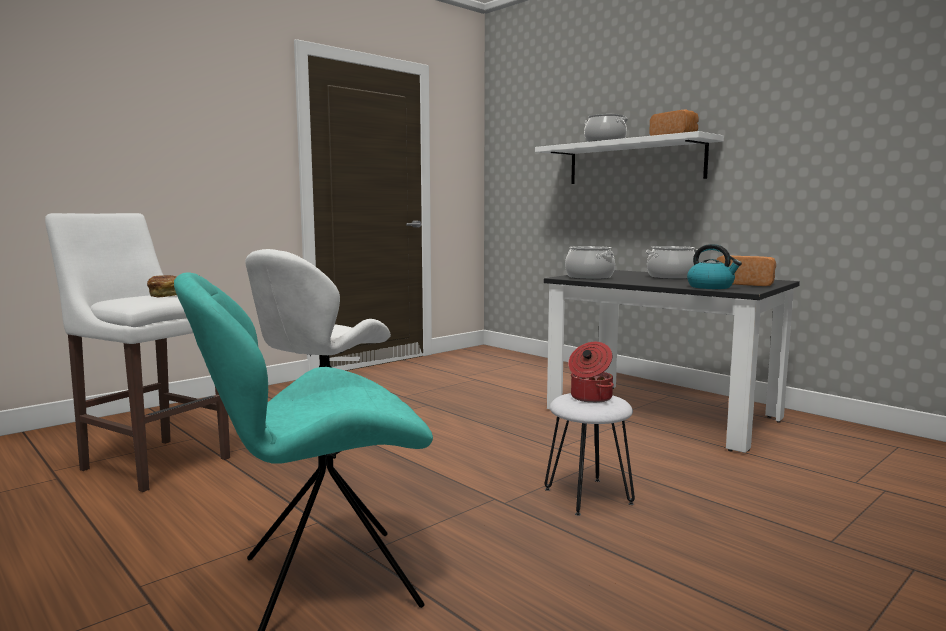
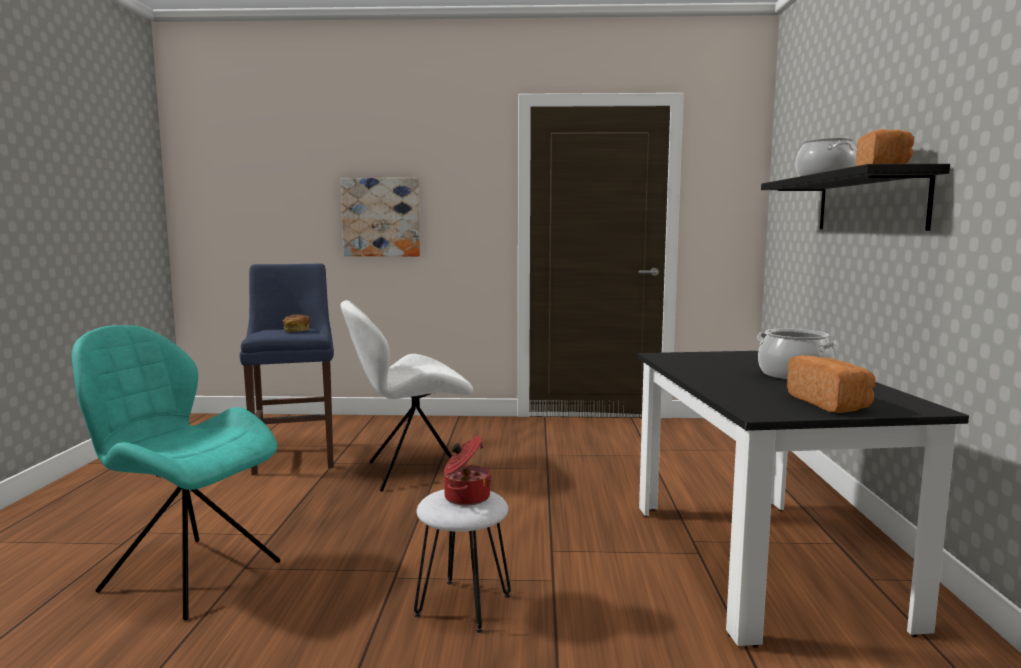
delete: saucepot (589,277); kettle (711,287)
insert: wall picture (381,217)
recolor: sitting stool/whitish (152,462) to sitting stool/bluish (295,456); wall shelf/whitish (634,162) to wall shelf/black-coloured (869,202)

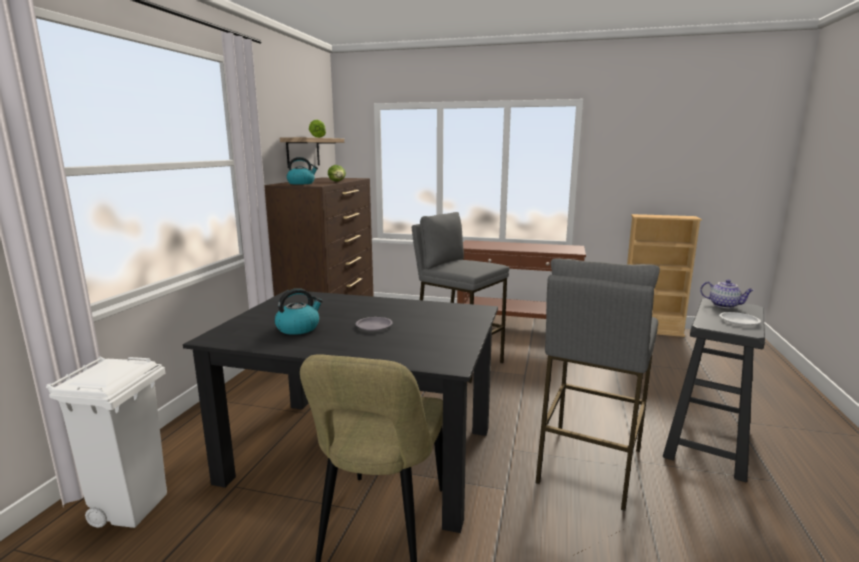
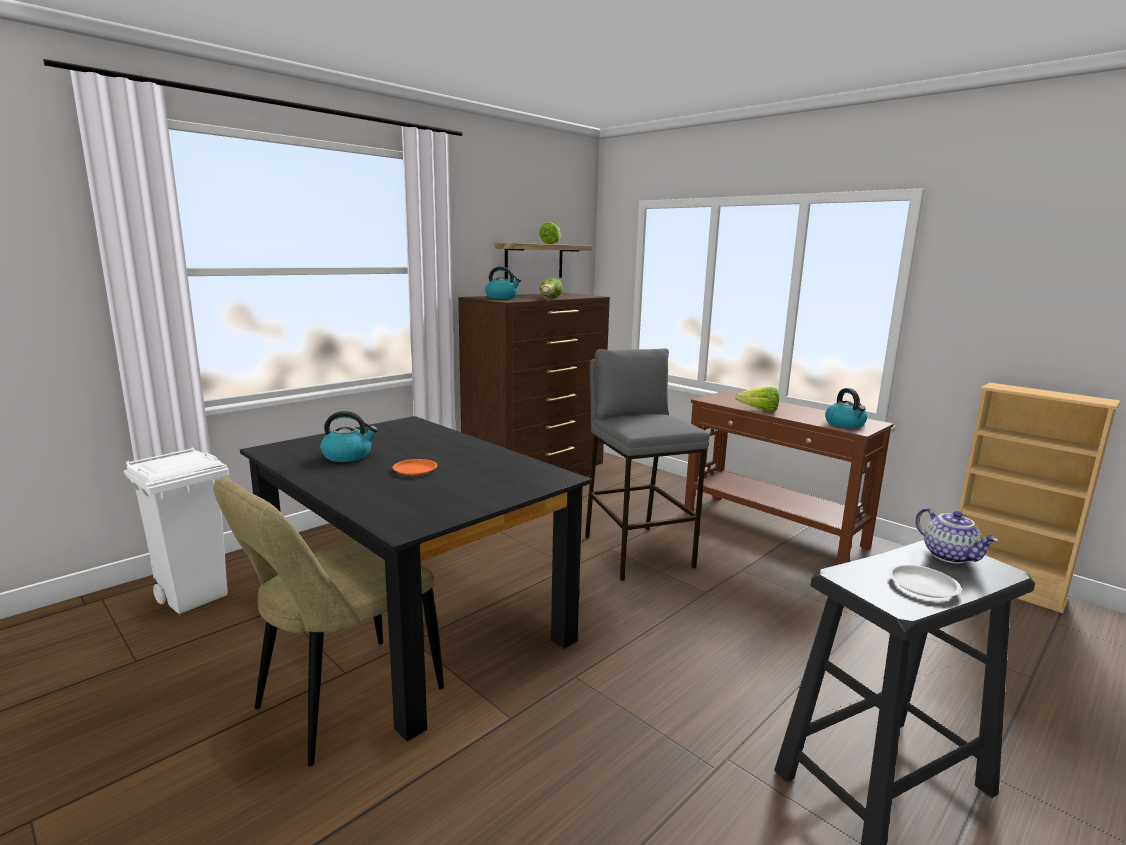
delete: sitting stool/greyish (588,465)
insert: head of lettuce (759,411); kettle (845,424)
recolor: flat dish/greyish (374,326) to flat dish/orangey (415,470)

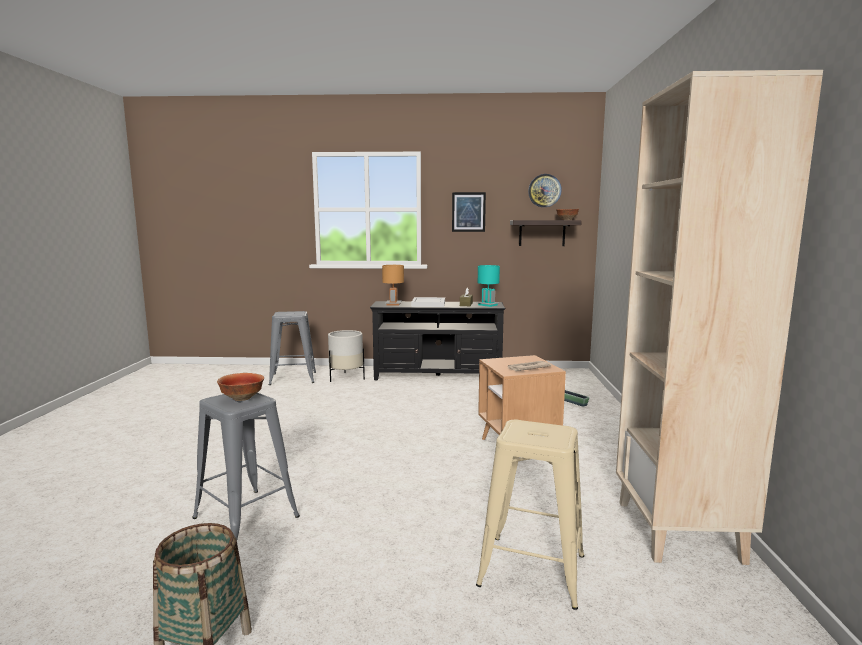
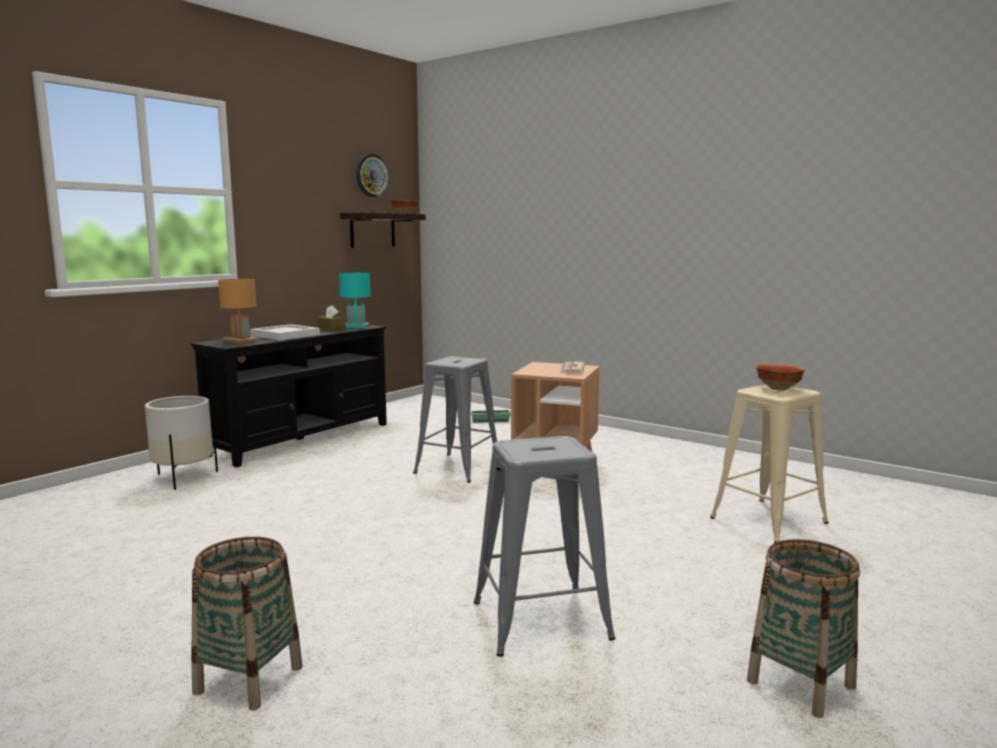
delete: wall picture (468,212); bookcase/beige-coloured (679,531)
insert: household basket (248,680)
move: serving bowl (242,398) to (777,388); sitting stool/greyish (293,378) to (458,468)

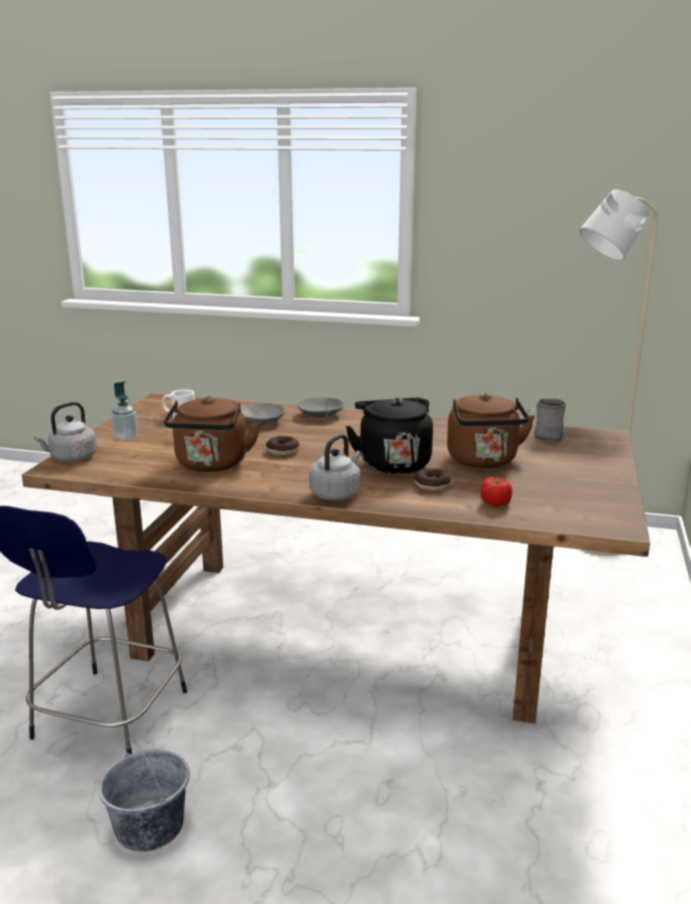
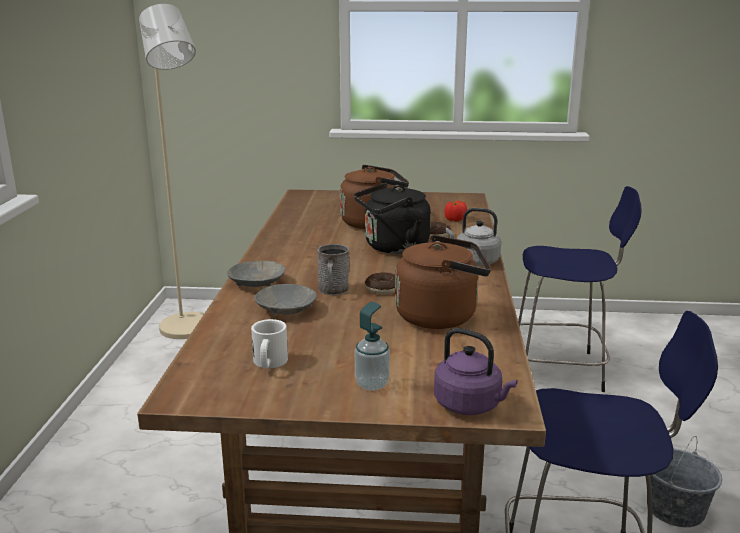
insert: sitting stool/bluish (560,370)
move: coffee mug/greyish (543,437) to (333,291)
recolor: kettle/greyish (71,458) to kettle/purple (470,405)

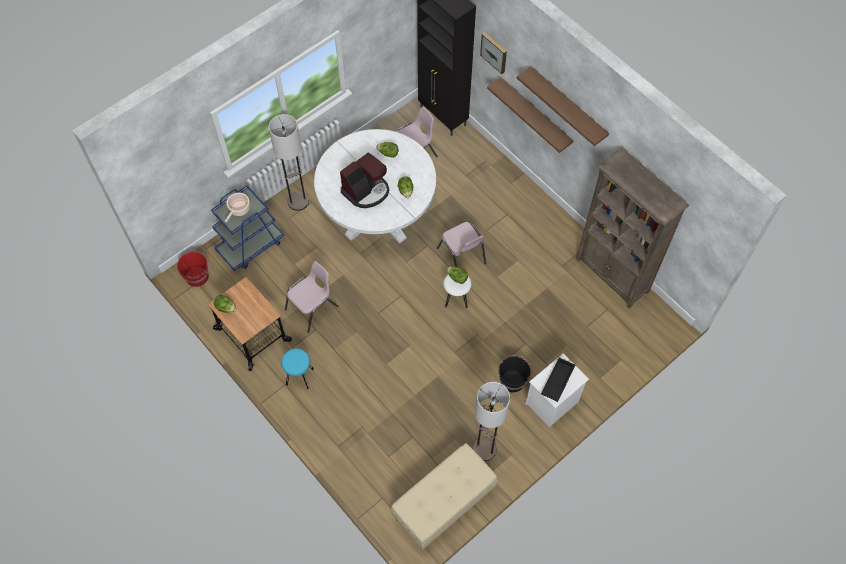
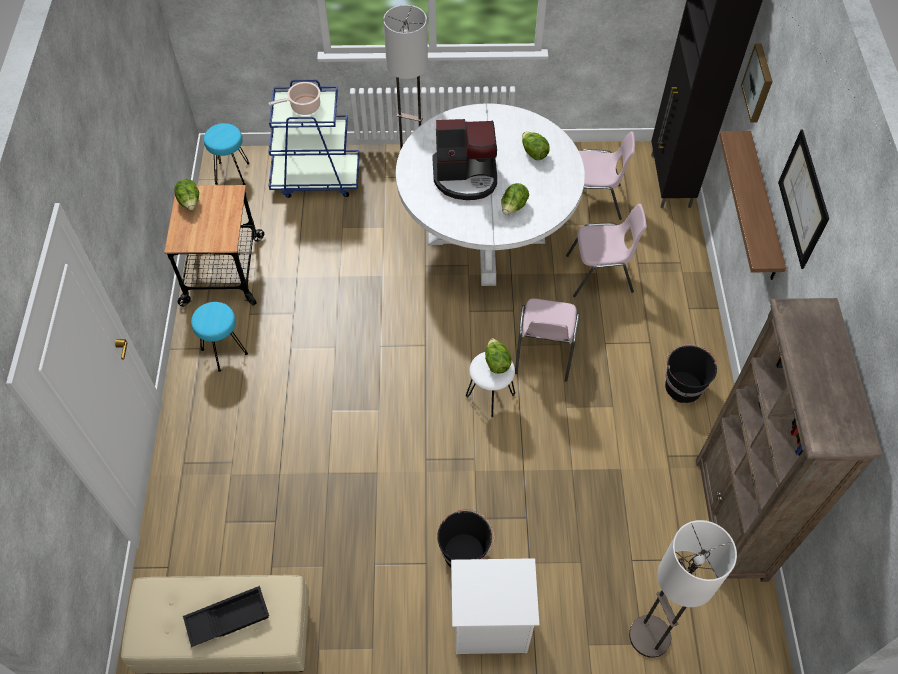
insert: bucket/black-coloured (683,386)
move: upright chair/pink-coloured (313,308) to (600,274); standard lamp (484,449) to (649,636); carrying tray/black-coloured (557,380) to (228,617)
replace: bucket/red (197,276) to sitting stool/turquoise-coloured (232,173); wall shelf (567,106) to wall picture (803,199)

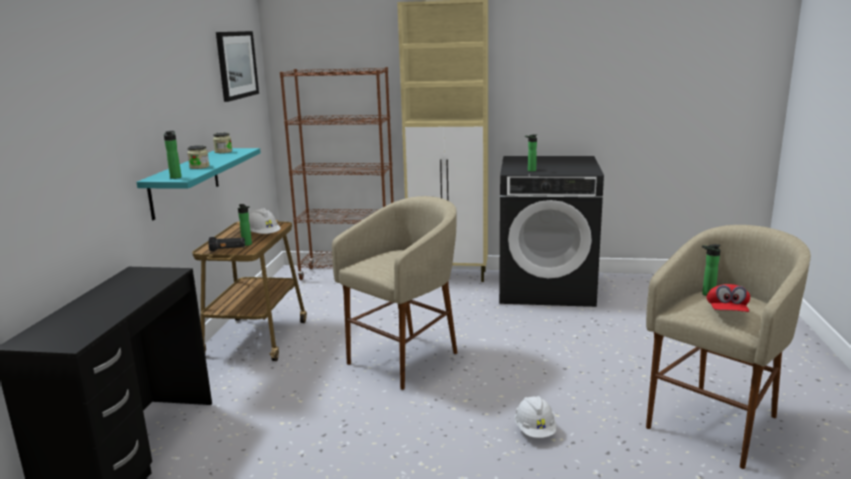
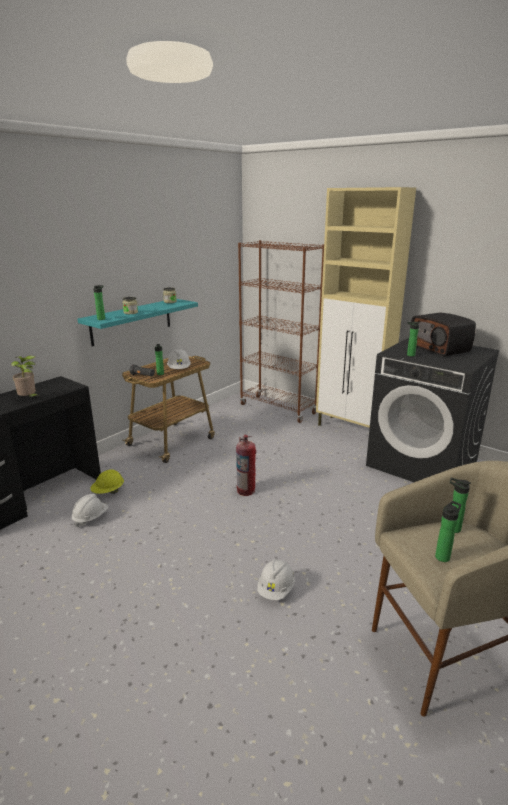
delete: wall picture (236,65)
insert: potted plant (29,399); work helmet/whitish (90,518); work helmet/yellow-coloured (108,492); radio receiver (440,349)
replace: sitting stool/beige-coloured (405,359) to extinguisher (246,490); peaked cap/red (726,312) to beverage bottle (443,556)

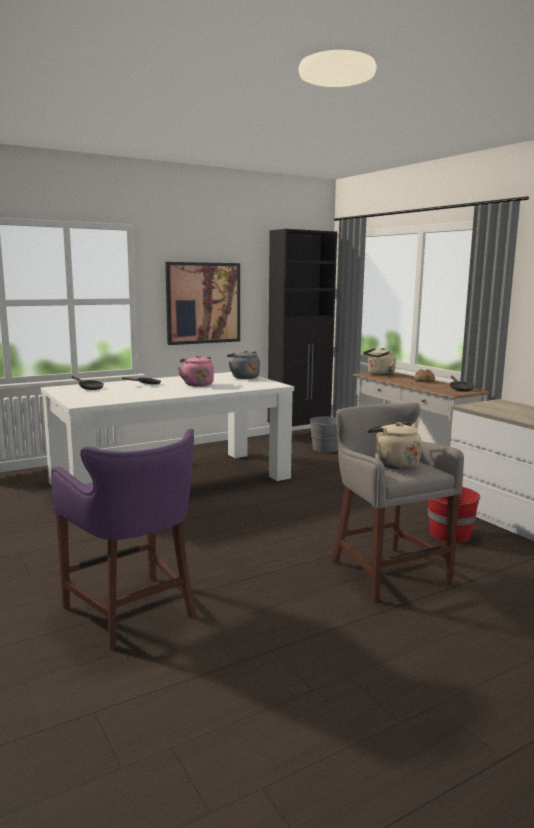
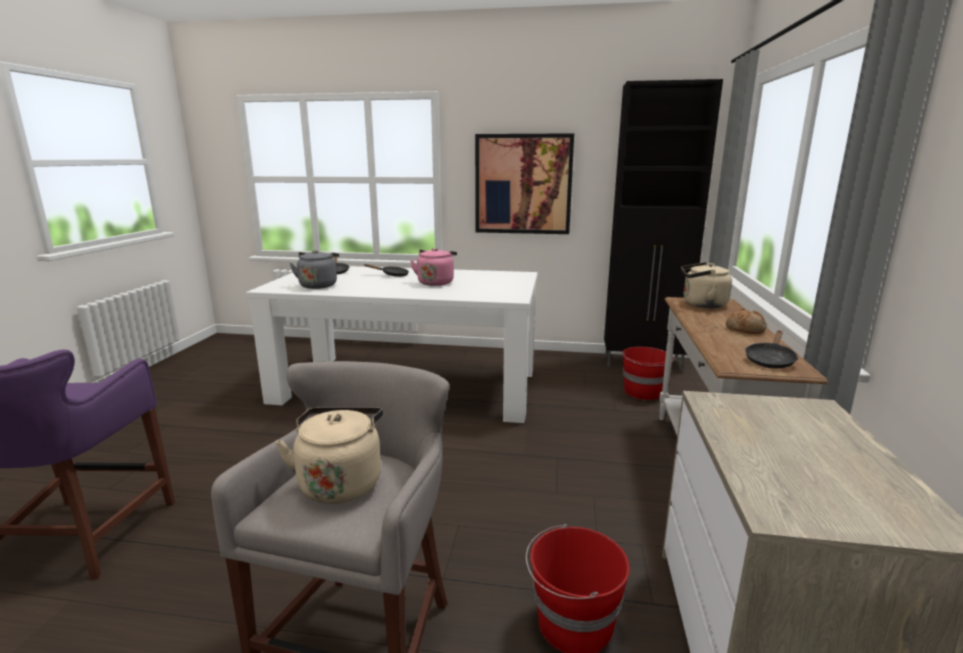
move: kettle/greyish (244,377) to (318,285)
recolor: bucket/greyish (326,448) to bucket/red (643,392)

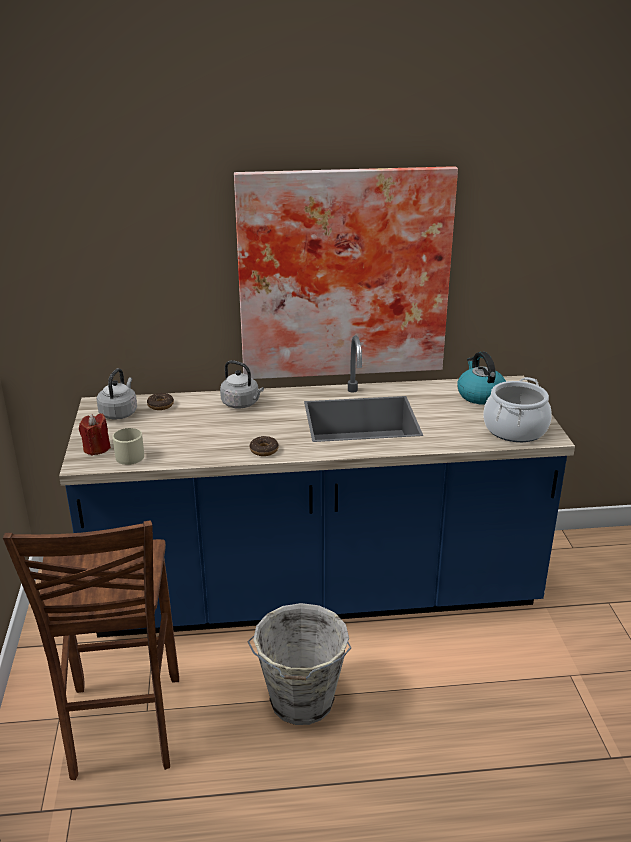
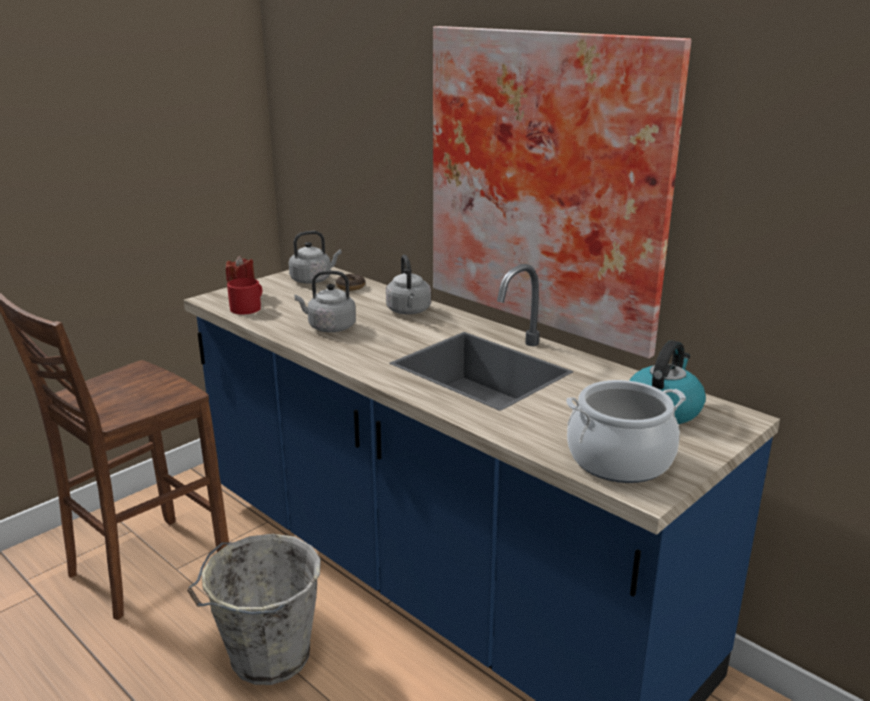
delete: doughnut (264,450)
insert: kettle/greyish (329,327)
recolor: coffee mug/beige-coloured (129,455) to coffee mug/red (248,307)

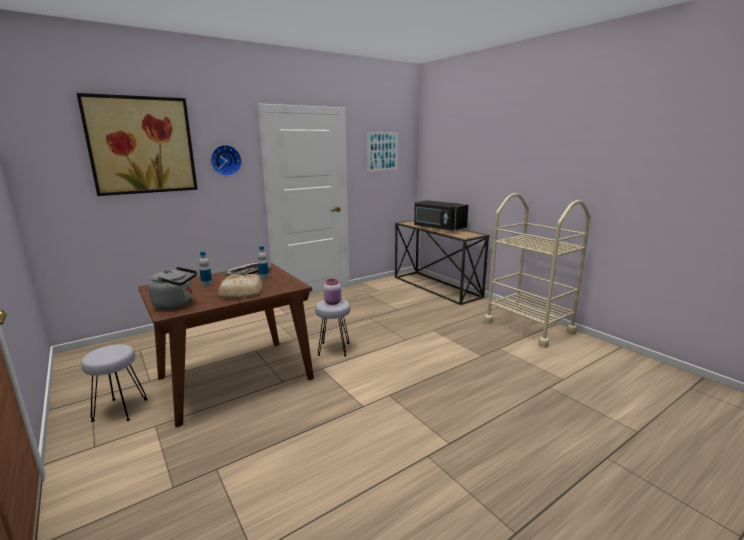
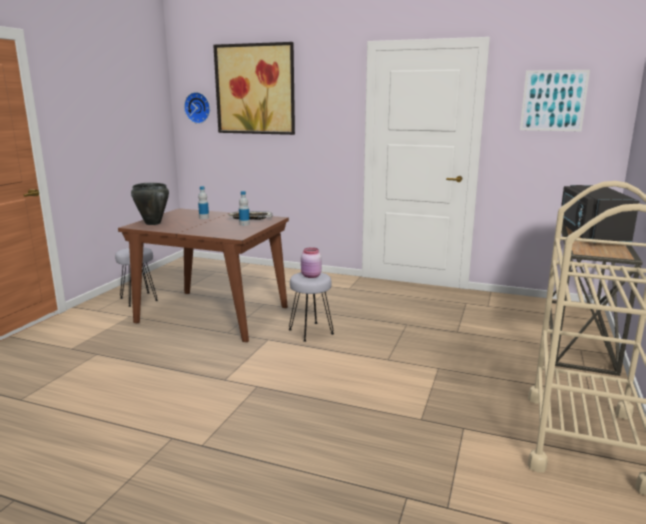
delete: baked bread (240,291)
move: wall clock (225,160) to (198,107)
replace: kettle/greyish (176,305) to saucepot/black-coloured (152,223)

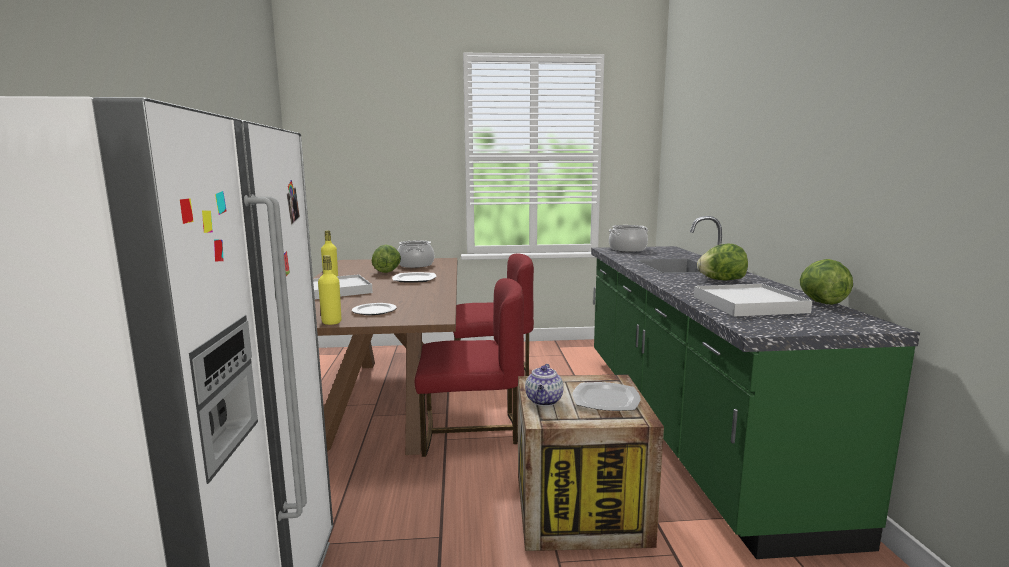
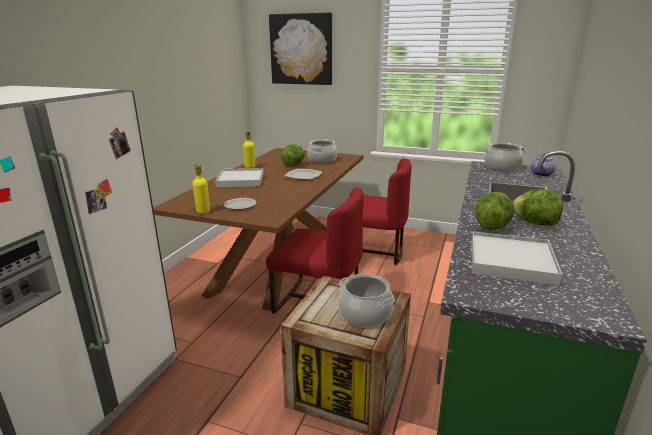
insert: wall picture (301,49)
move: tea pot (544,401) to (541,174); head of lettuce (821,302) to (492,226)
replace: flat dish (605,399) to saucepot (364,314)

